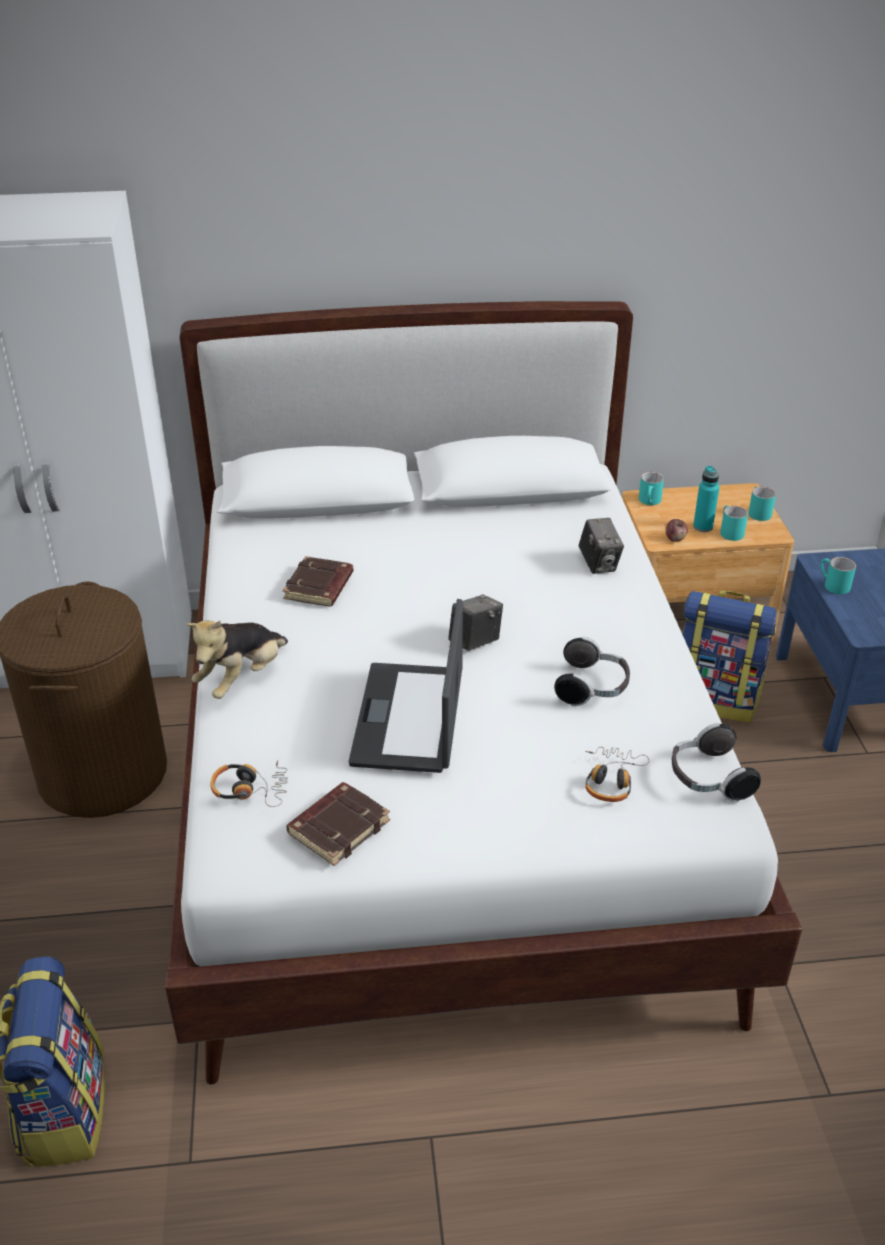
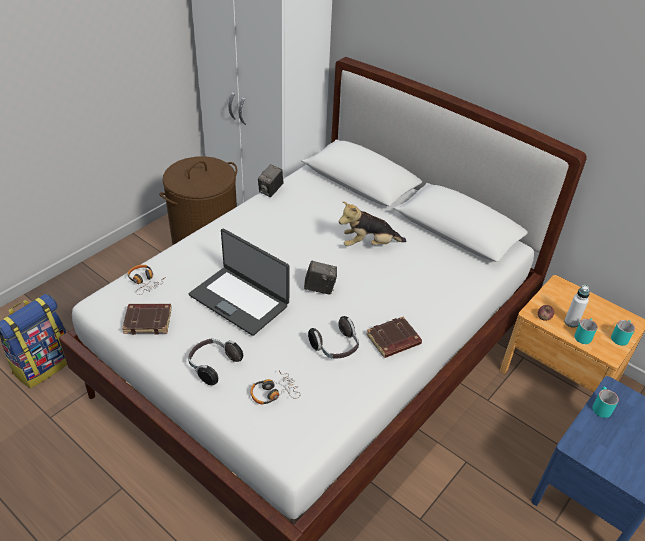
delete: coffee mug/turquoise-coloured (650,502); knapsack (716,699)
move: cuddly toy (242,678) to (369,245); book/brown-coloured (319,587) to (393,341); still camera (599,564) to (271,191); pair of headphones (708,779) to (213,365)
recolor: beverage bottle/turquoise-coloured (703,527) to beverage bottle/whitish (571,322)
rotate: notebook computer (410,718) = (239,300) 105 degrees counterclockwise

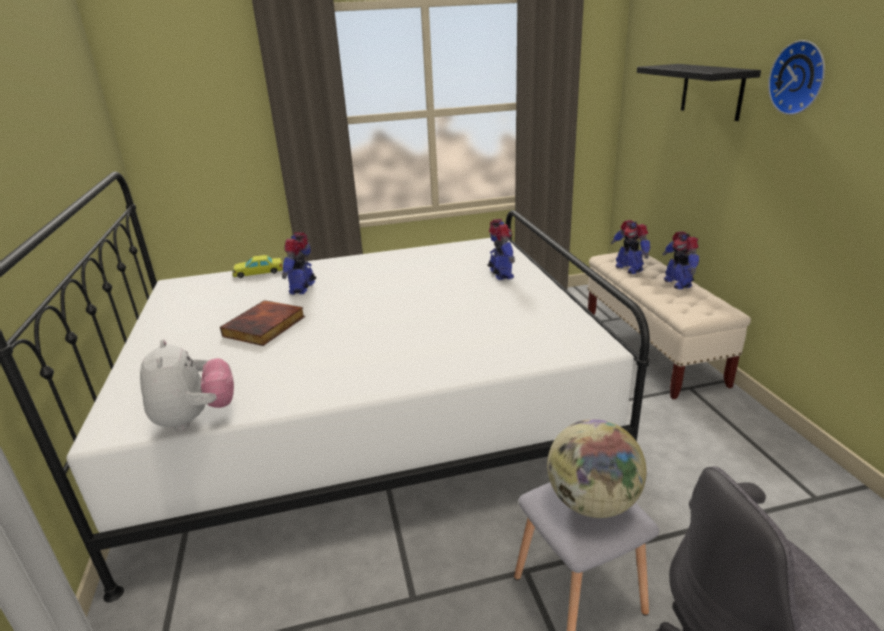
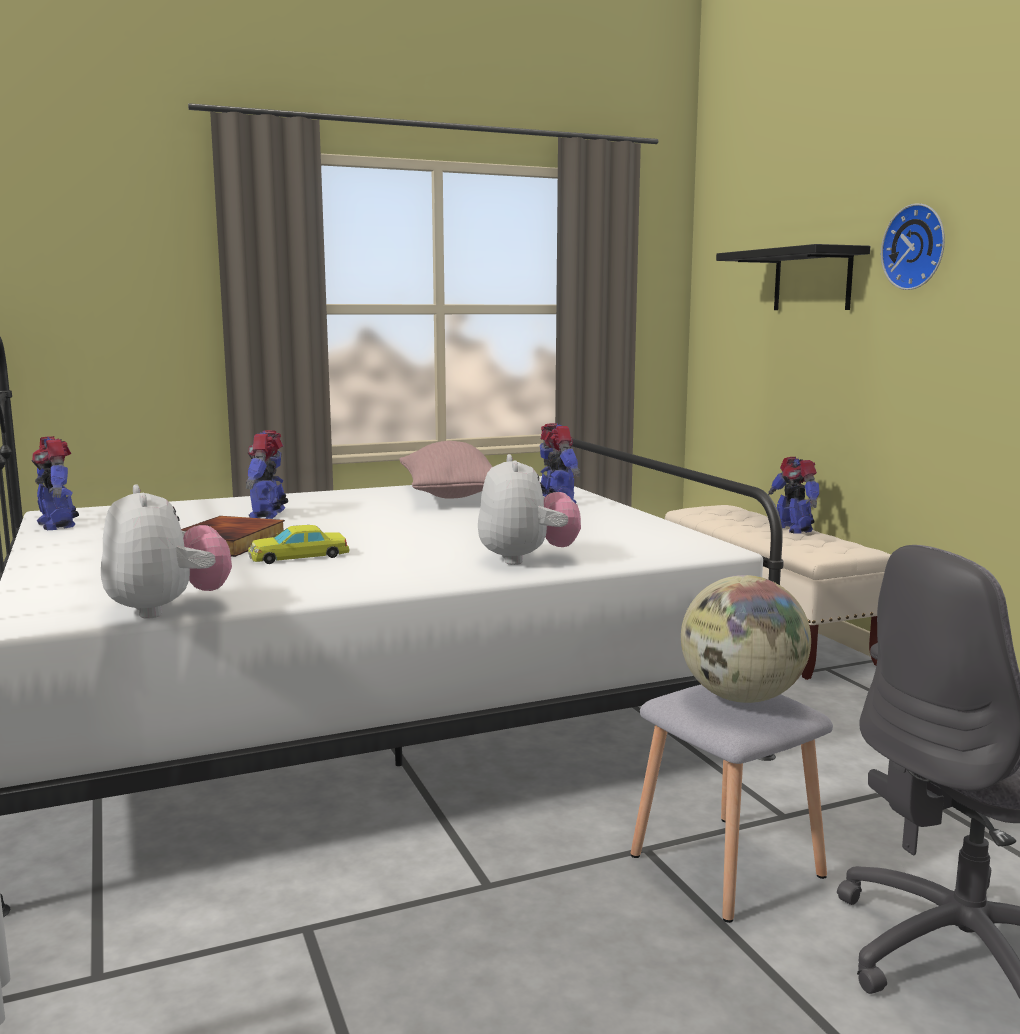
insert: pillow/pink-coloured (448,495); cuddly toy (526,559)
move: miniature car/yellow-coloured (258,272) to (298,556); model robot (629,268) to (58,524)

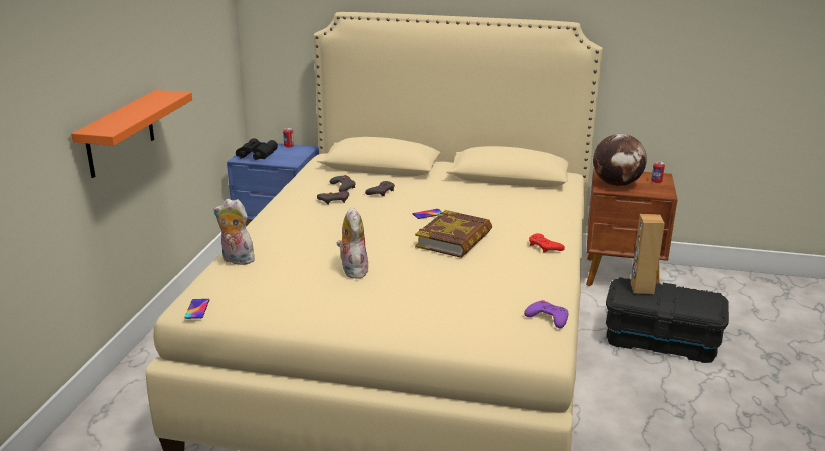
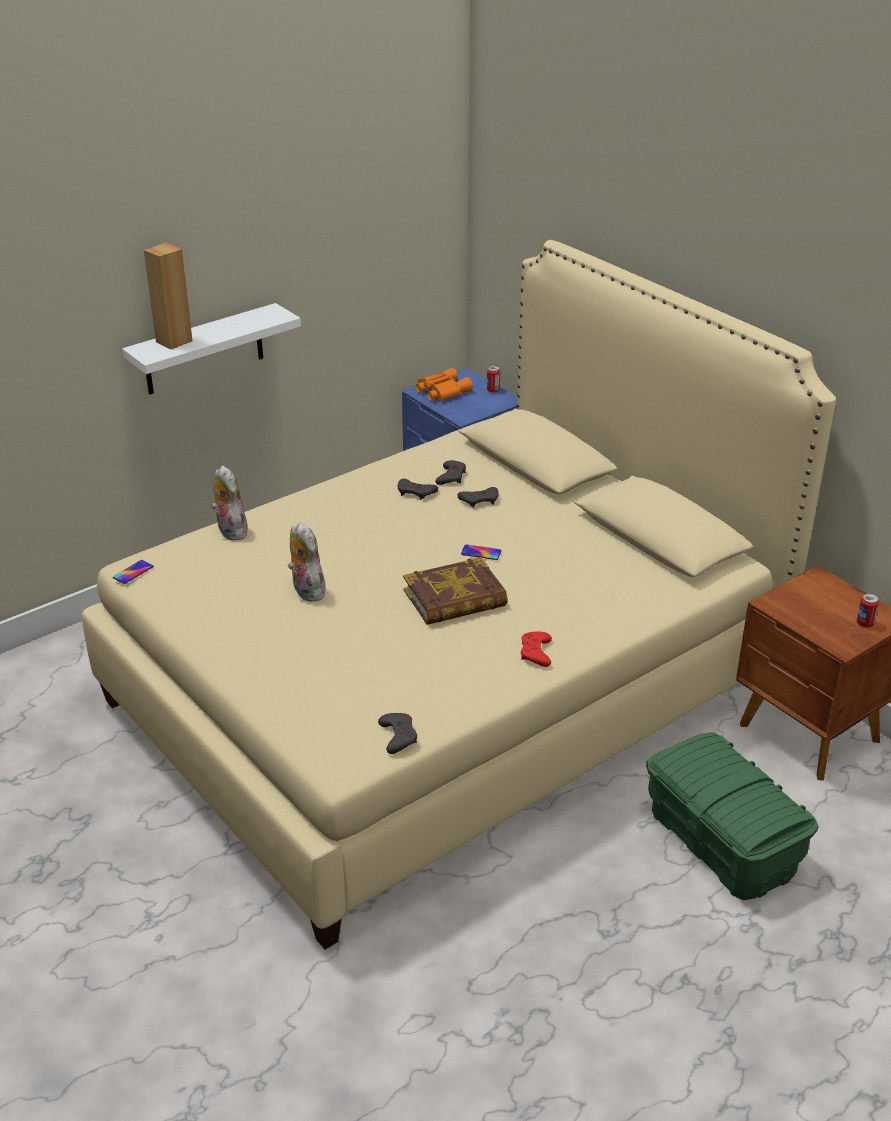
delete: desk globe (617,184)
move: speaker/brown-coloured (641,288) to (174,341)
recolor: wall shelf/orangey (120,133) to wall shelf/whitish (204,350); field glasses/black-coloured (255,155) to field glasses/orangey (441,391); gamepad/purple (547,317) to gamepad/greyish (398,736); storage bin/black-coloured (661,340) to storage bin/greenish (723,840)
rotate: cuddly toy (352,270) = (306,591) 60 degrees counterclockwise

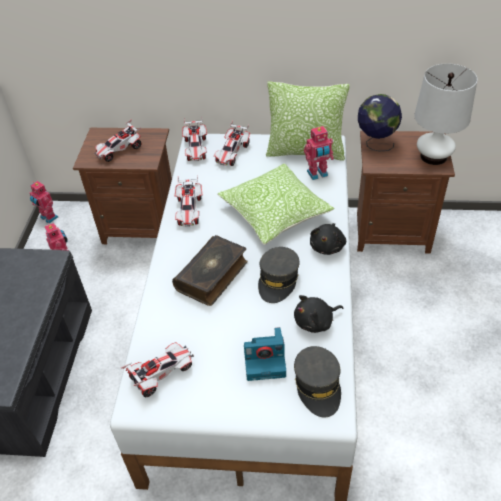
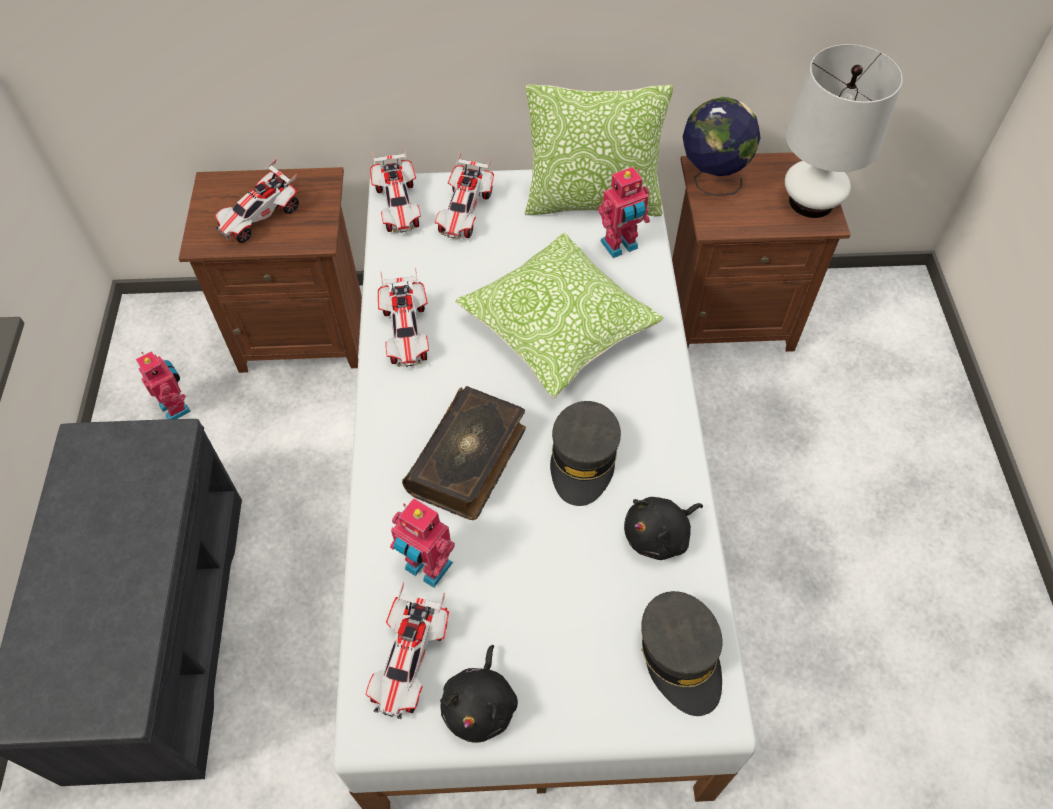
delete: still camera (265,360)
move: model robot (48,218) to (426,568); cuddly toy/black-coloured (327,246) to (480,705)
rotate: miniature car (161,374) = (410,660) 150 degrees clockwise

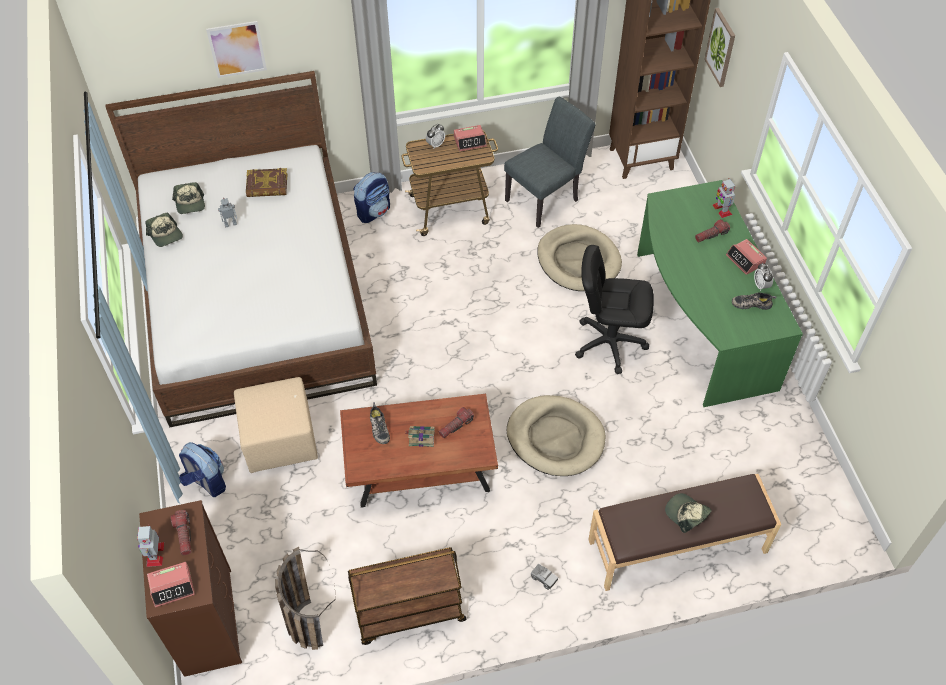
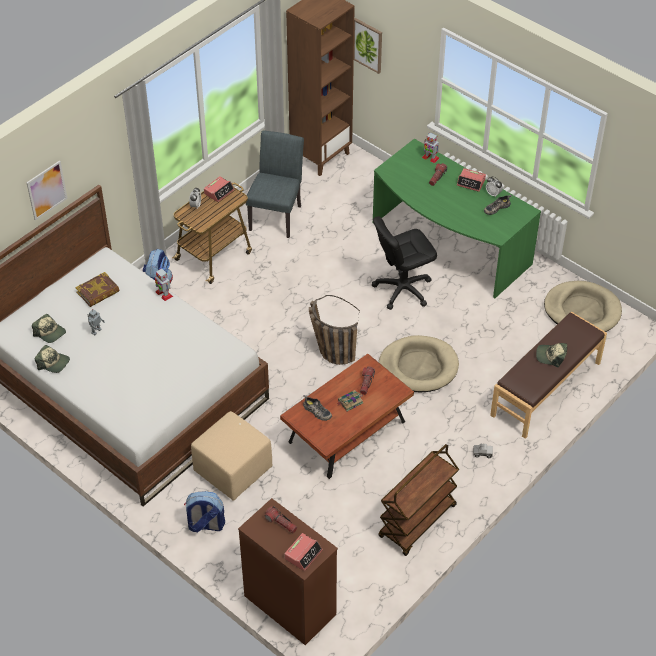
move: model robot (155,554) to (164,294); household basket (305,614) to (330,350); pet bed/beige-coloured (578,261) to (582,310)

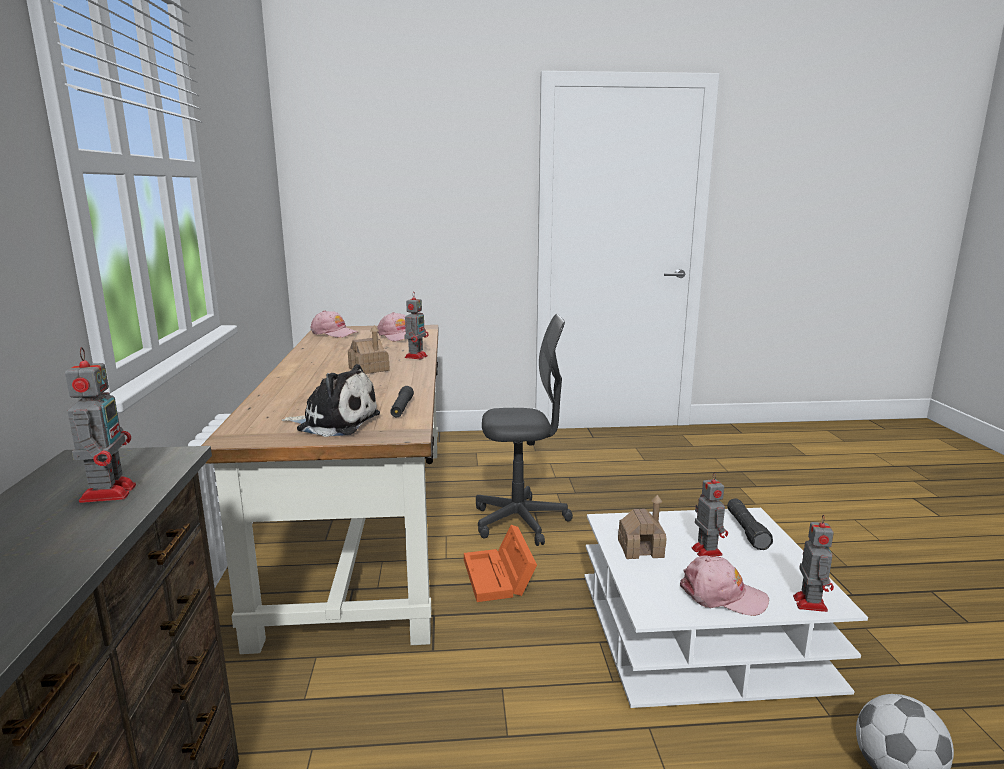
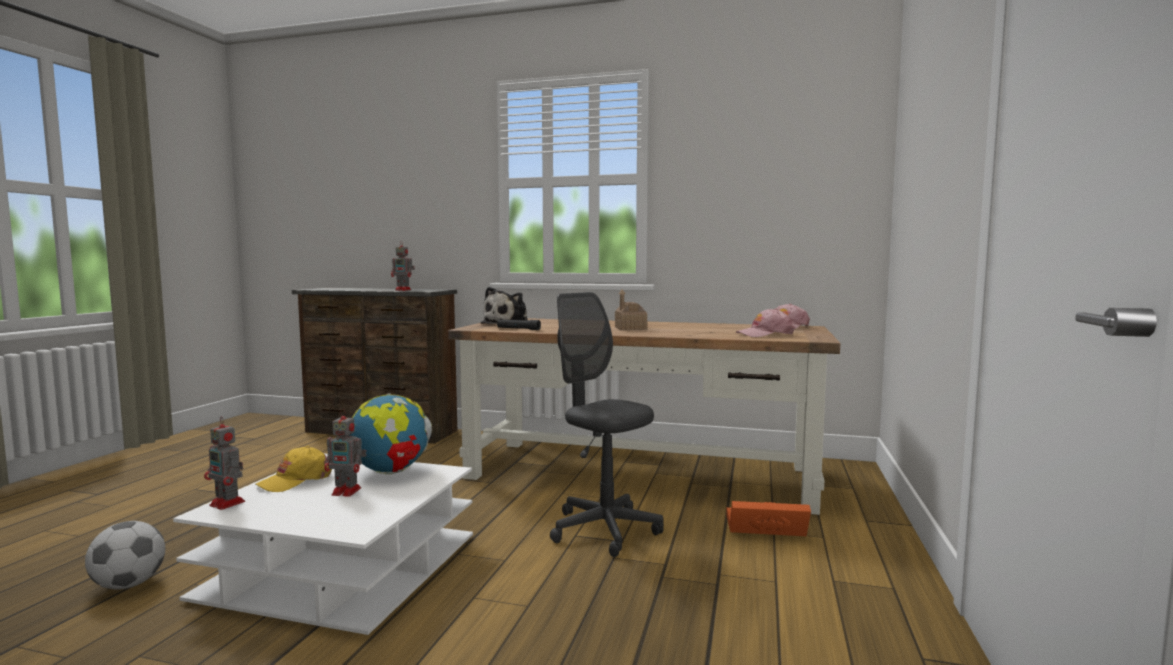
delete: model robot (416,356); hand torch/black-coloured (746,531)
move: storage bin/orangey (499,578) to (763,528)
replace: toy house (640,548) to desk globe (391,472)
recolor: peaked cap/pink-coloured (722,595) to peaked cap/yellow-coloured (295,480)
rotate: office chair/greyish (520,521) = (604,530) 120 degrees clockwise

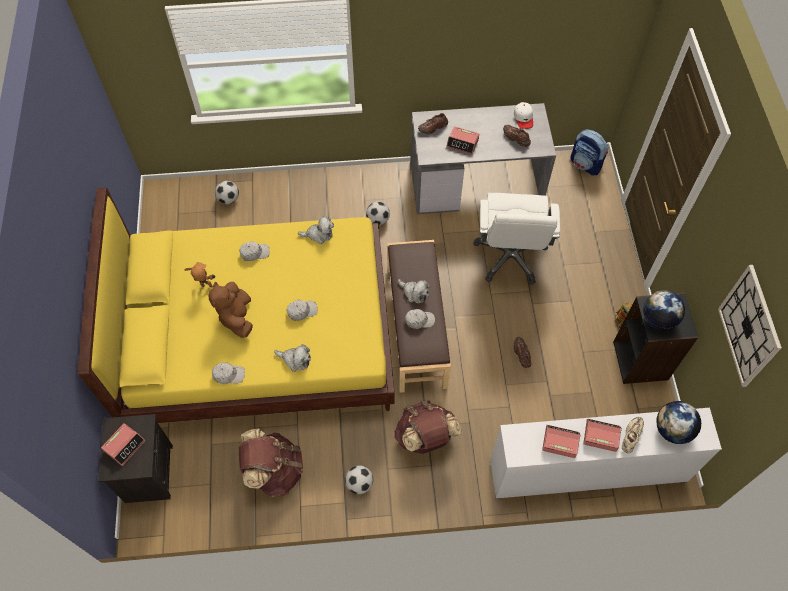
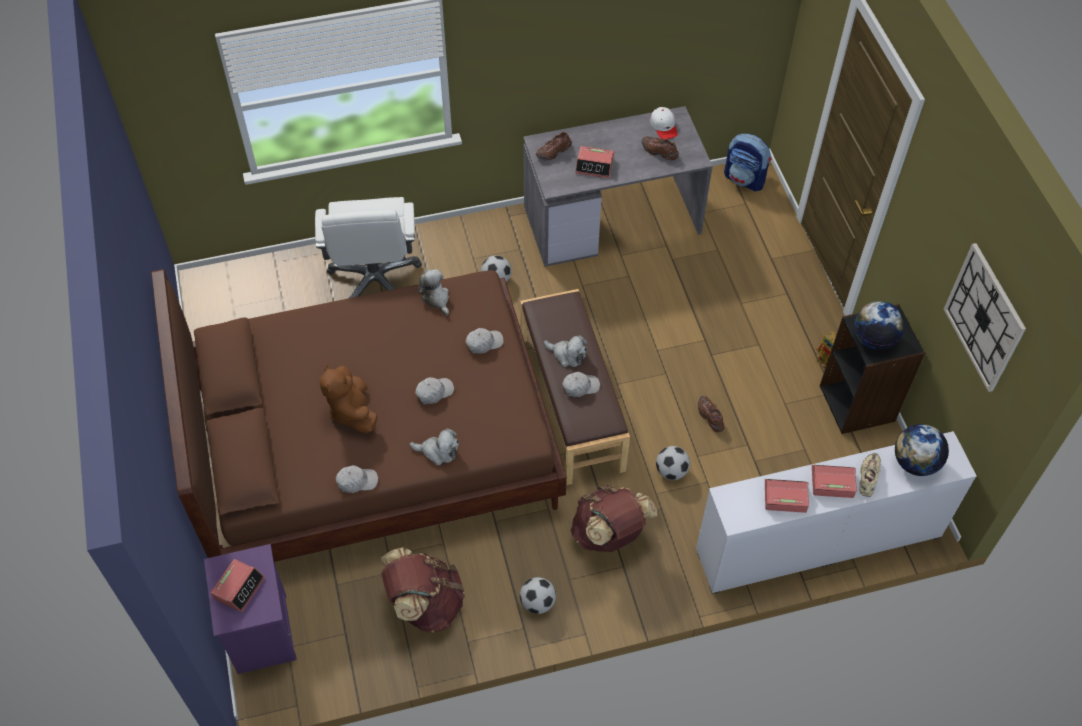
delete: model robot (207,288)
move: football ball (228,199) to (671,471); peaked cap/whitish (254,253) to (484,343); office chair/whitish (510,256) to (375,281)
recolor: bedroom bed/yellow-coloured (260,338) to bedroom bed/brown-coloured (373,445); night table/black-coloured (148,472) to night table/purple (260,632)
rotate: cuddly toy (319,234) = (436,298) 105 degrees counterclockwise

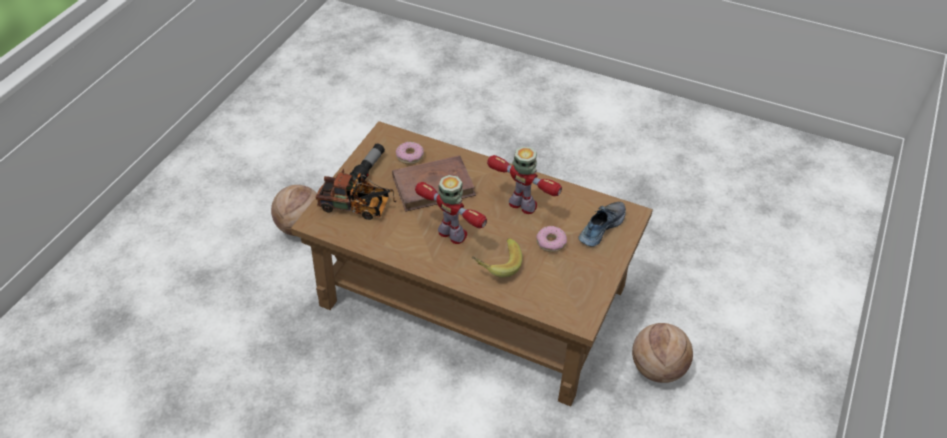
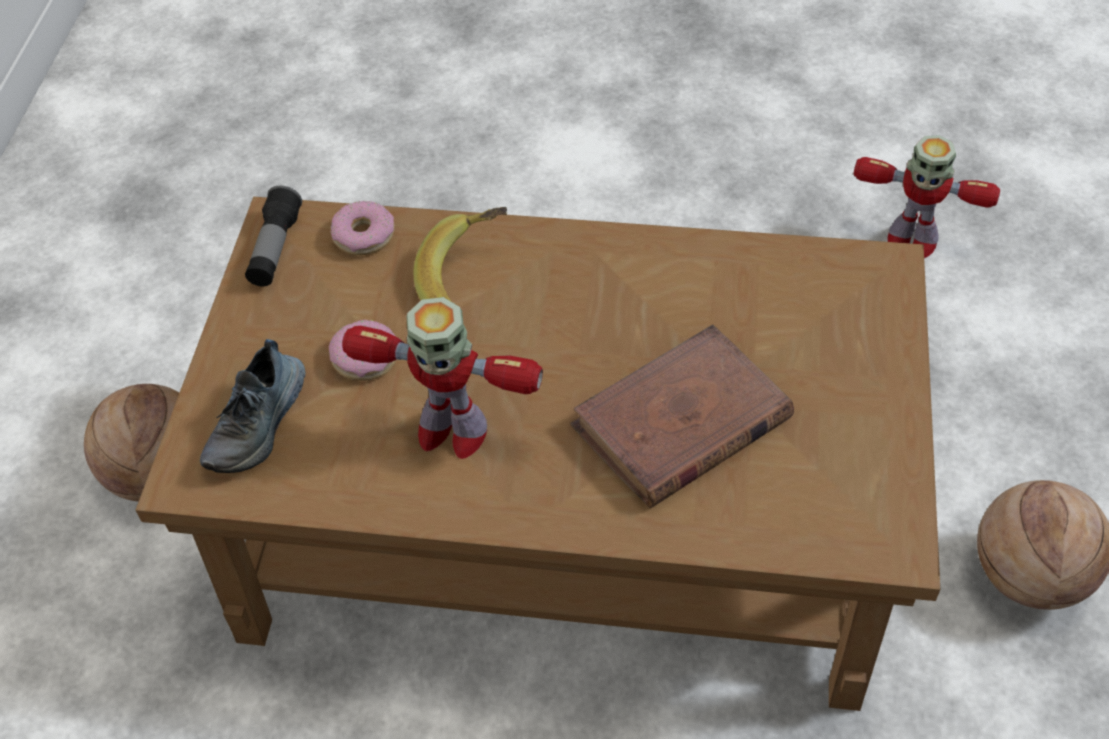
delete: model truck (358,207)
move: hand torch (368,168) to (275,249); doughnut (410,156) to (364,235); model robot (453,234) to (910,240)

